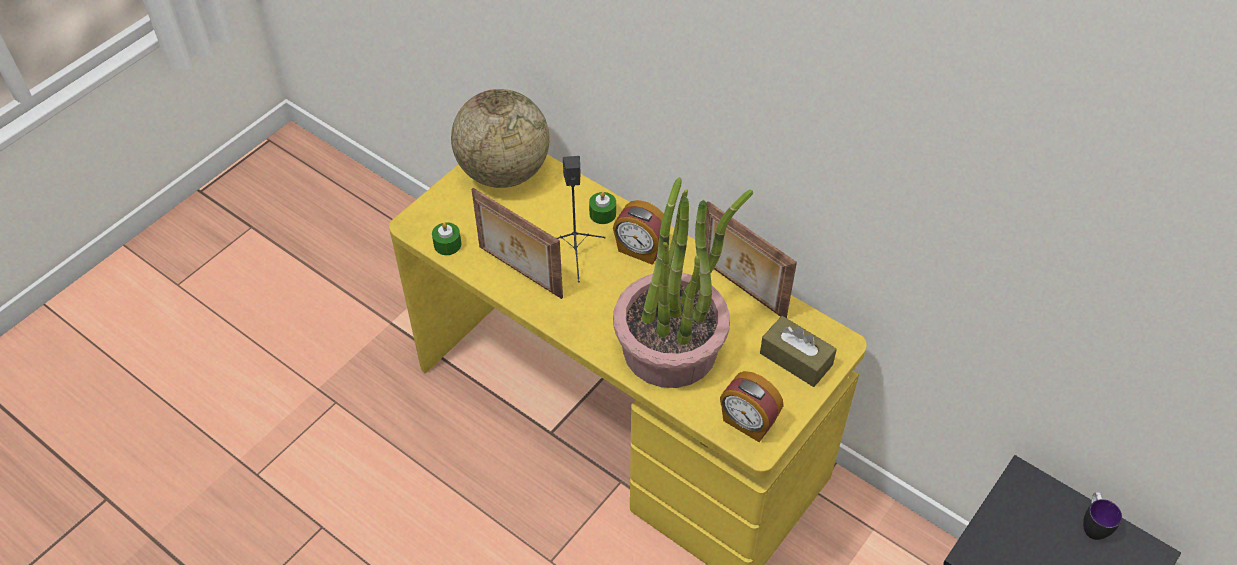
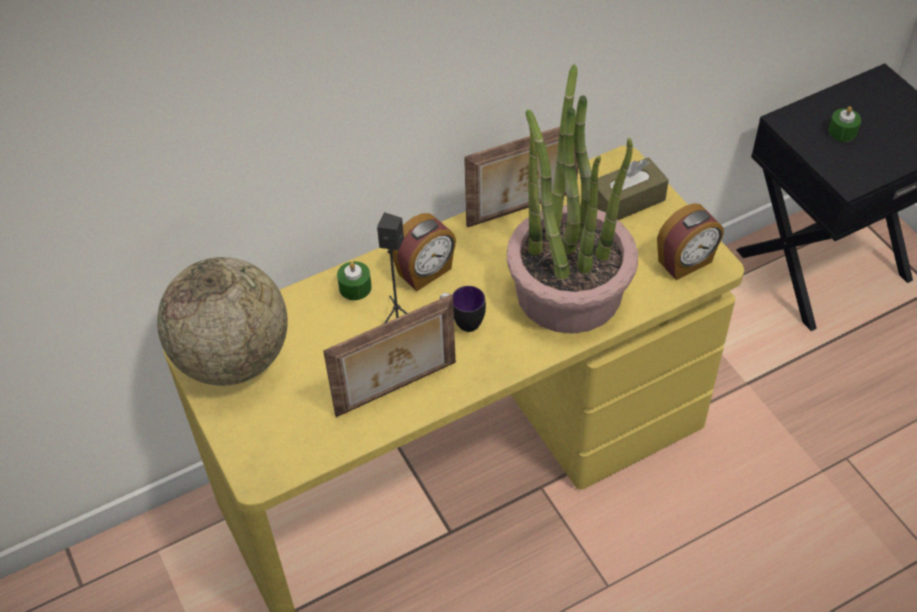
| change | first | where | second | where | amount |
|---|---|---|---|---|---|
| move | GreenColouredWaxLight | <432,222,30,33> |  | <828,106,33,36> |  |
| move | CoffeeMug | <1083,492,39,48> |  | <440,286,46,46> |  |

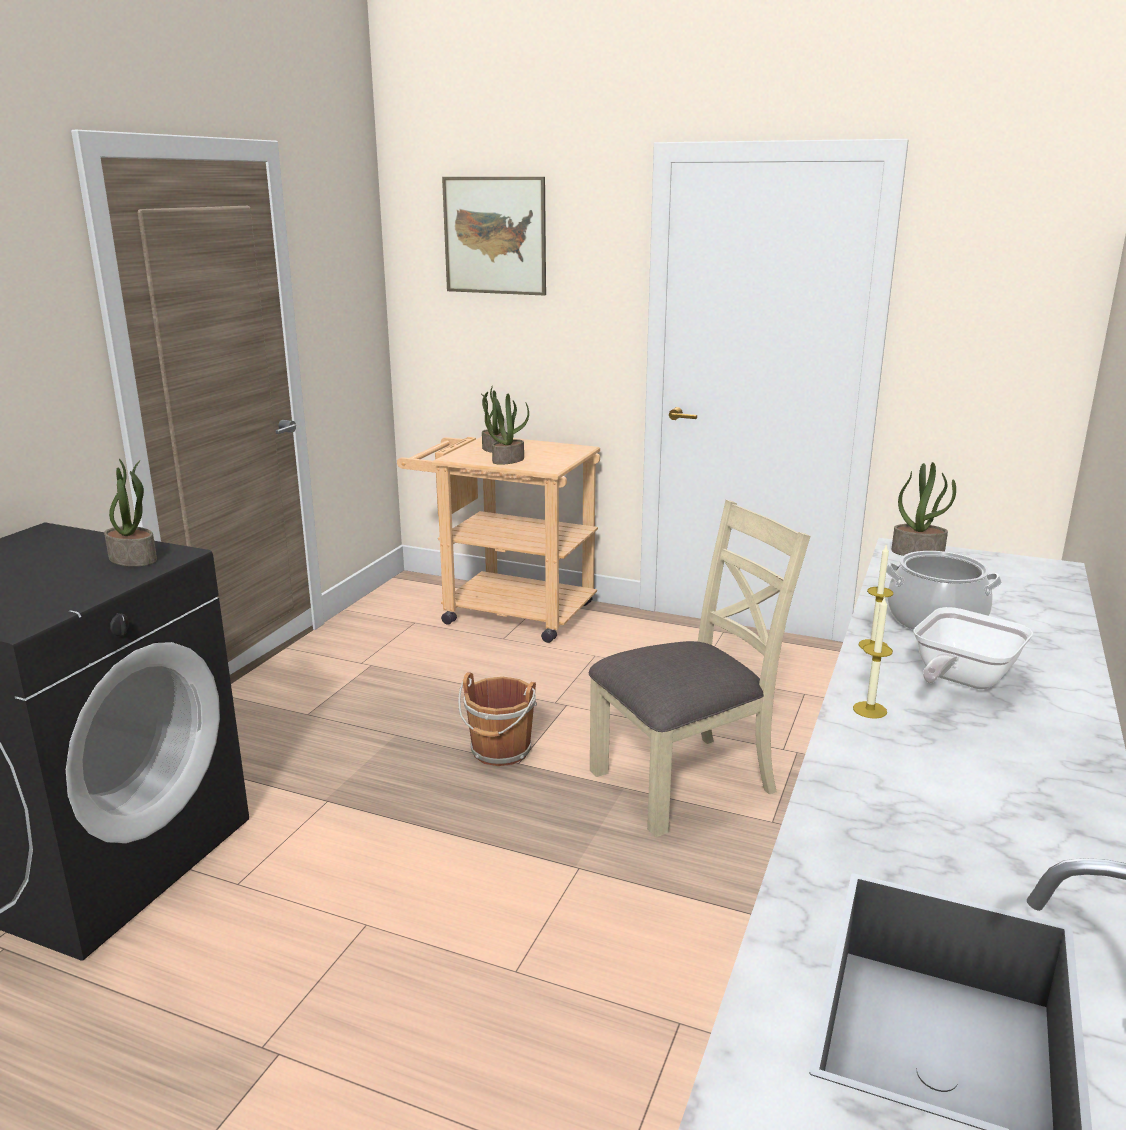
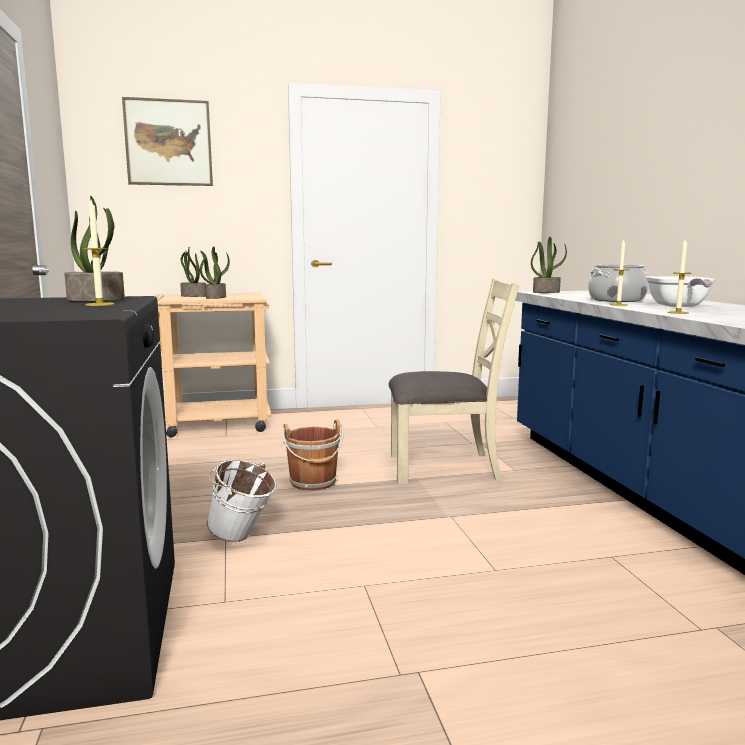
| change | first | where | second | where | amount |
|---|---|---|---|---|---|
| insert |  |  | WaxLight | <82,201,33,105> |  |
| insert |  |  | WhiteColouredWaterBucket | <206,460,71,82> |  |
| rotate | SandColouredUprightChair | <589,500,222,337> |  | <388,279,131,205> | 60 degrees clockwise |

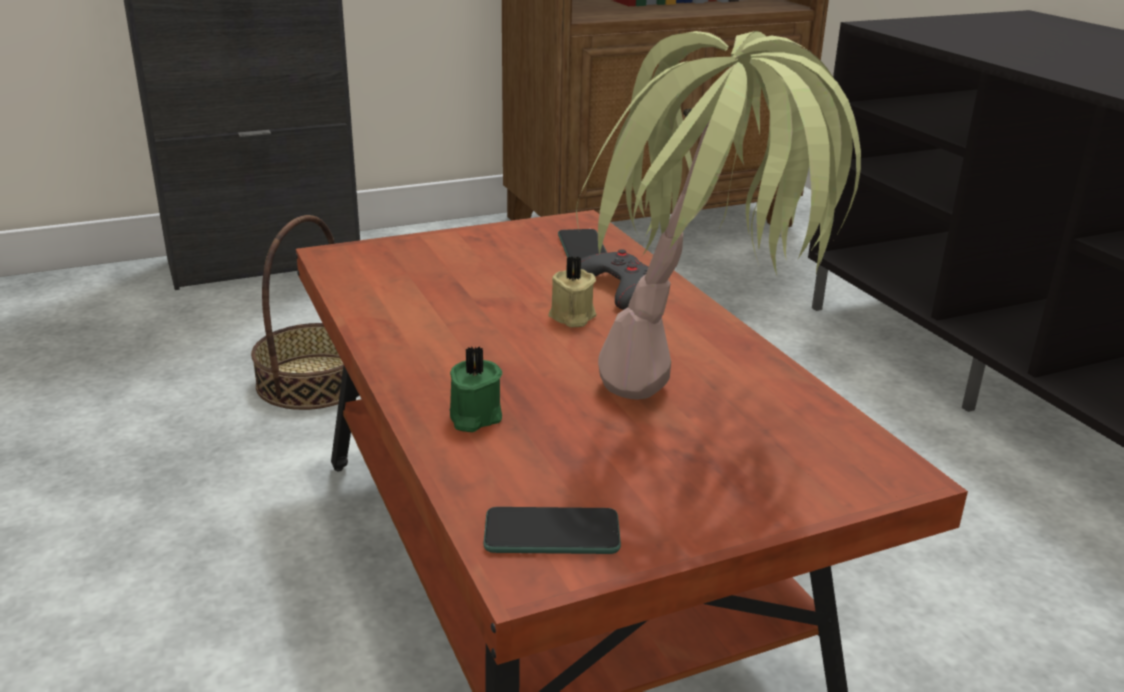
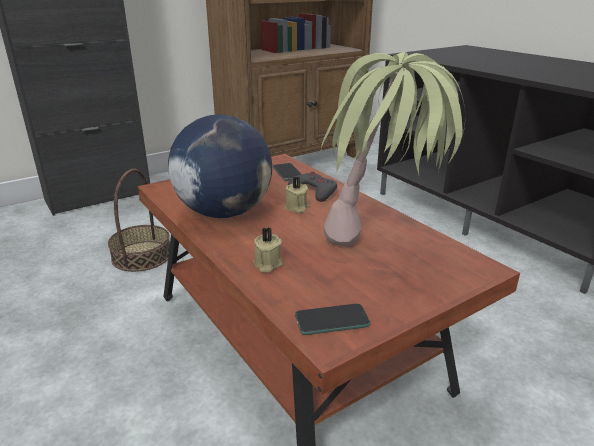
| change | first | where | second | where | amount |
|---|---|---|---|---|---|
| insert |  |  | DeskGlobe | <168,114,104,104> |  |
| recolor | GreenColouredWaxLight | <450,346,52,86> | SandColouredWaxLight | <253,227,30,46> |  |

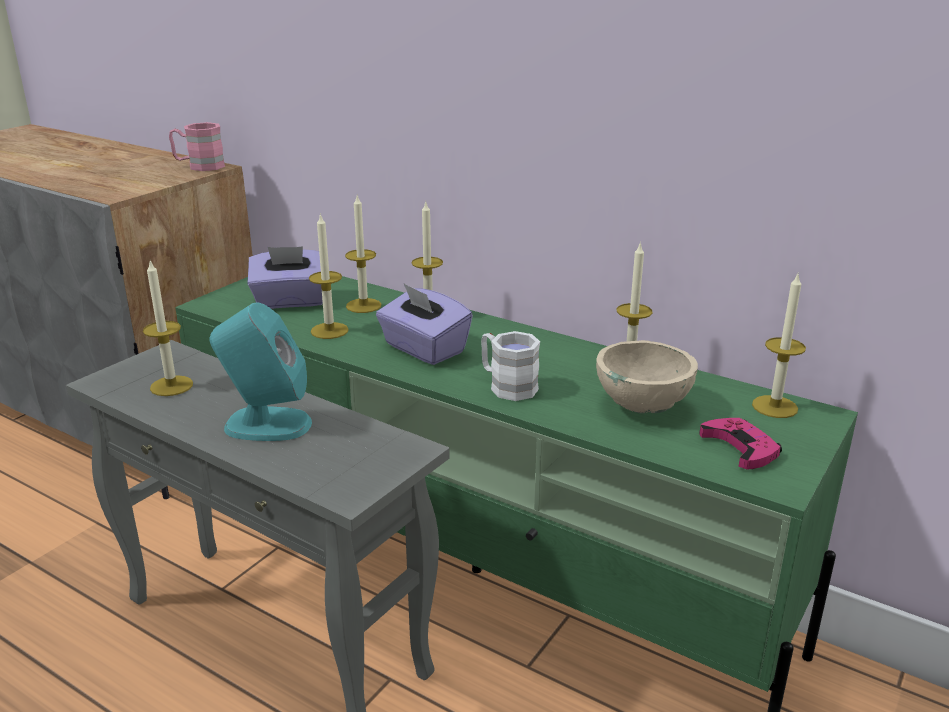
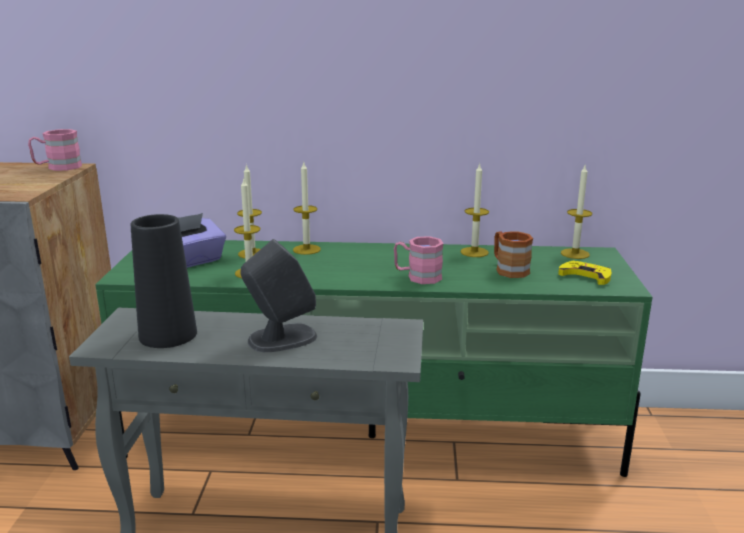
| change | first | where | second | where | amount |
|---|---|---|---|---|---|
| delete | PurpleColouredTissueBox | <376,284,97,81> |  |  |  |
| replace | WaxLight | <143,261,50,135> | BlackishDecorativeVase | <131,214,66,134> |  |
| replace | SandColouredDeepDish | <596,340,102,74> | BrownCoffeeMug | <494,231,39,47> |  |
| recolor | TurquoiseAudioSpeaker | <210,302,102,139> | GreyAudioSpeaker | <240,239,77,113> |  |
| recolor | WhiteColouredCoffeeMug | <481,331,59,70> | PinkColouredCoffeeMug | <394,236,50,48> |  |
| recolor | PinkColouredJoypad | <699,418,83,51> | YellowishJoypad | <558,261,54,24> |  |

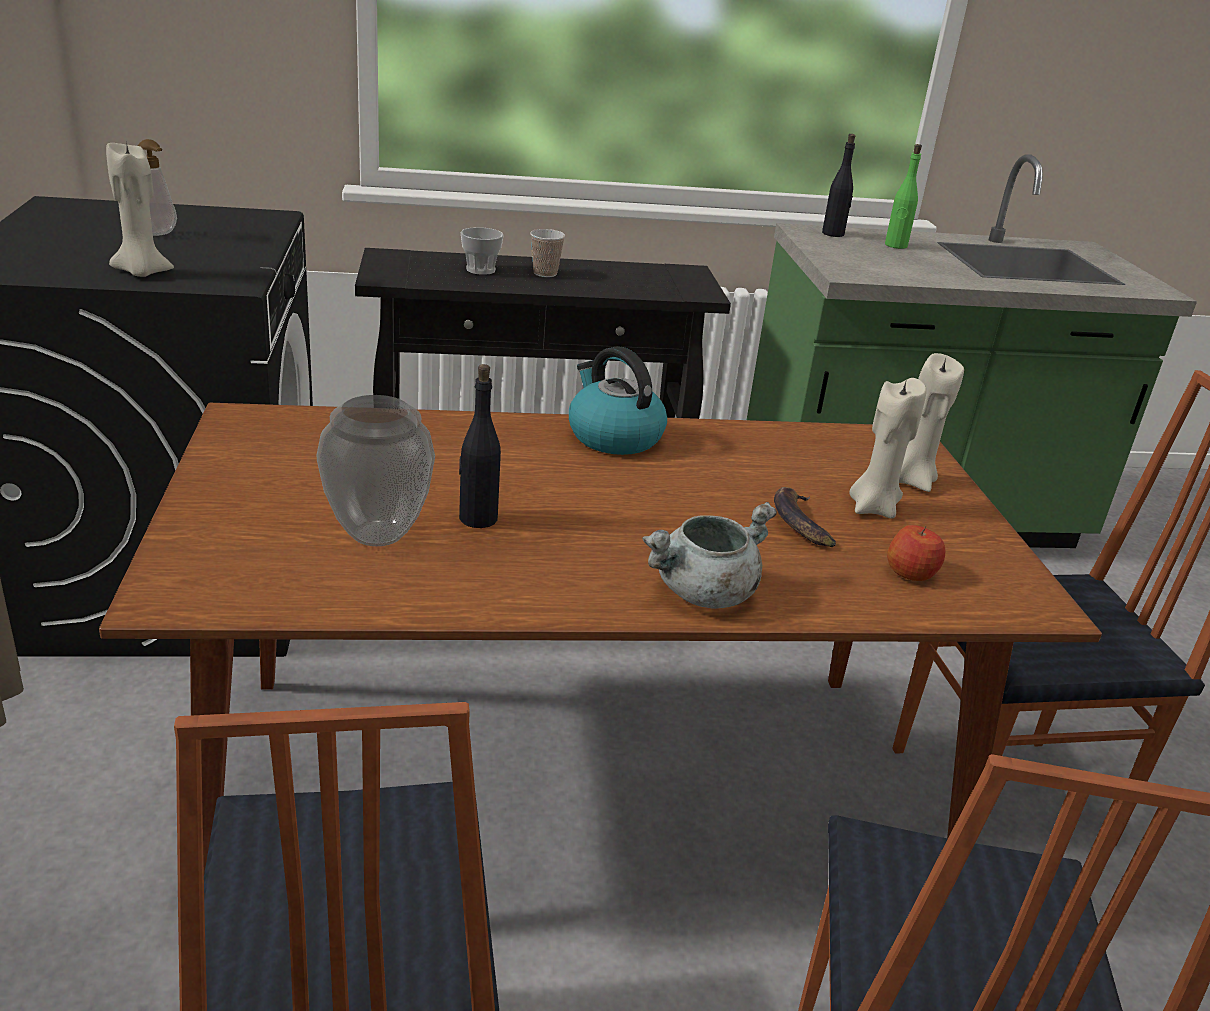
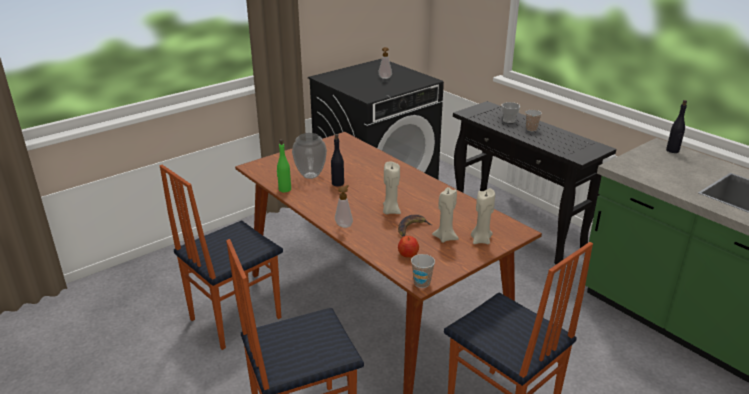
| change | first | where | second | where | amount |
|---|---|---|---|---|---|
| delete | WaterKettle | <569,346,98,109> |  |  |  |
| insert |  |  | SmallCup | <411,254,24,34> |  |
| move | SandColouredWaxLight | <106,140,68,137> |  | <383,162,18,52> |  |
| move | GreenColouredBeverageBottle | <885,144,37,105> |  | <277,139,14,53> |  |
| replace | GreyStockpot | <642,502,135,107> | SoapDispenser | <335,185,18,43> |  |

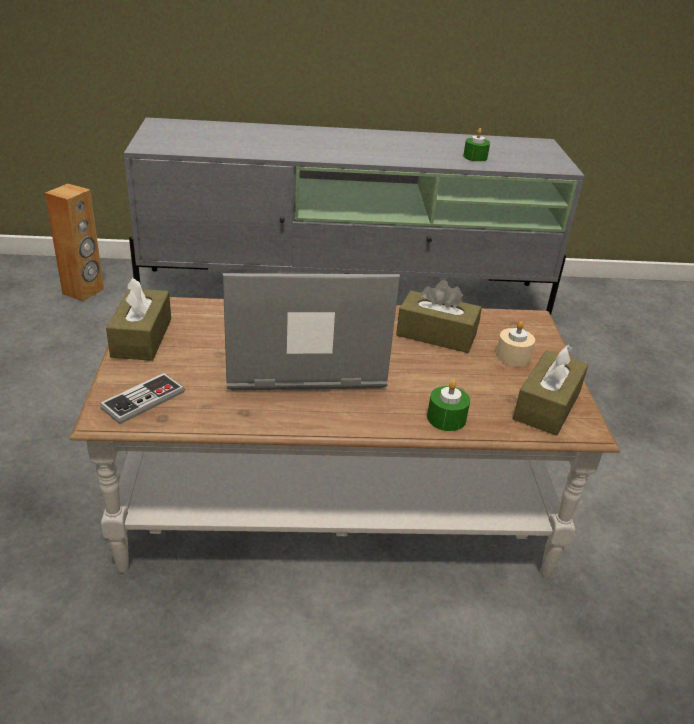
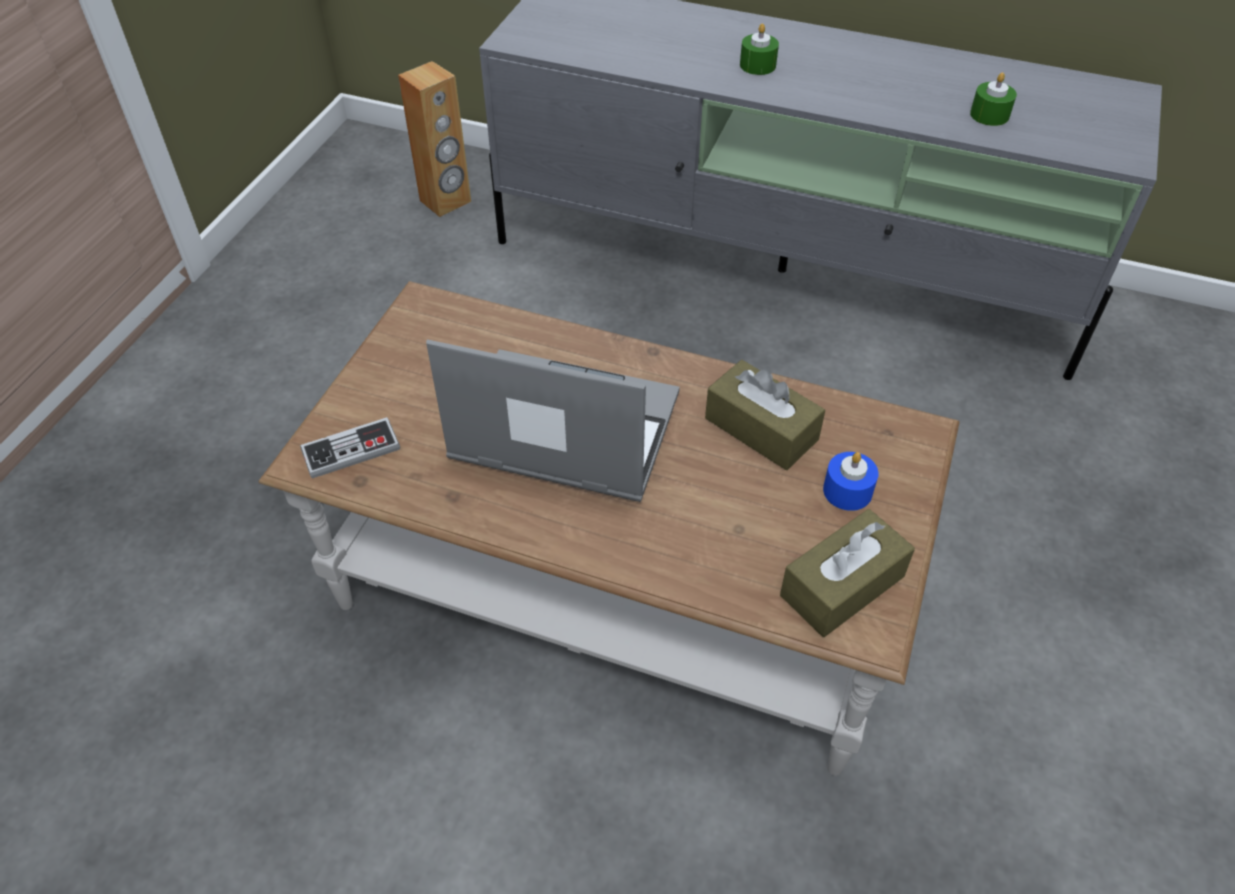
| change | first | where | second | where | amount |
|---|---|---|---|---|---|
| delete | BrownTissueBox | <106,277,65,84> |  |  |  |
| move | GreenColouredWaxLight | <427,380,43,51> |  | <740,23,39,52> |  |
| recolor | SandColouredWaxLight | <496,321,39,45> | BluishWaxLight | <823,452,55,59> |  |

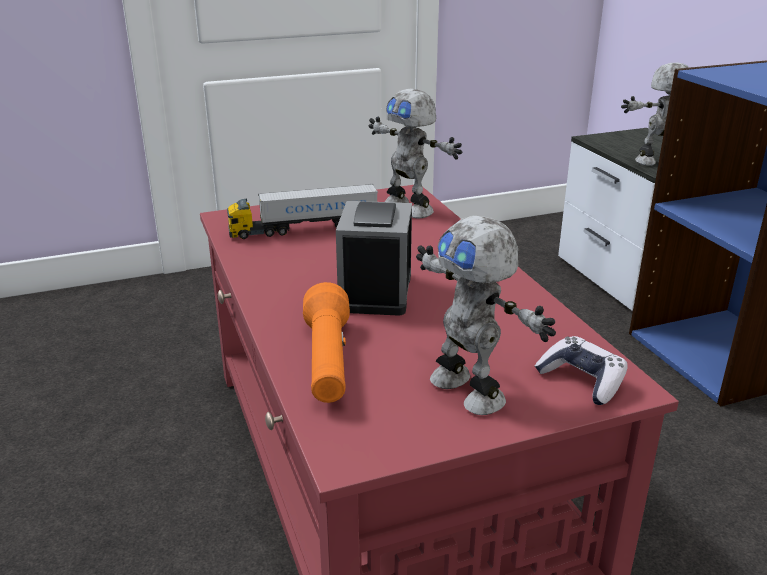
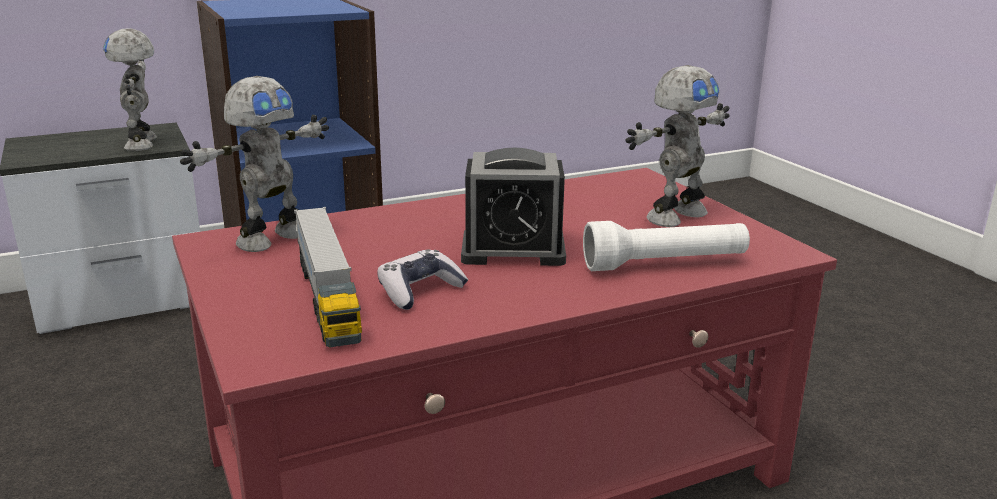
| change | first | where | second | where | amount |
|---|---|---|---|---|---|
| move | Joypad | <535,336,93,69> |  | <377,249,91,61> |  |
| recolor | OrangeColouredTorch | <303,282,47,121> | WhiteColouredTorch | <583,221,167,50> |  |

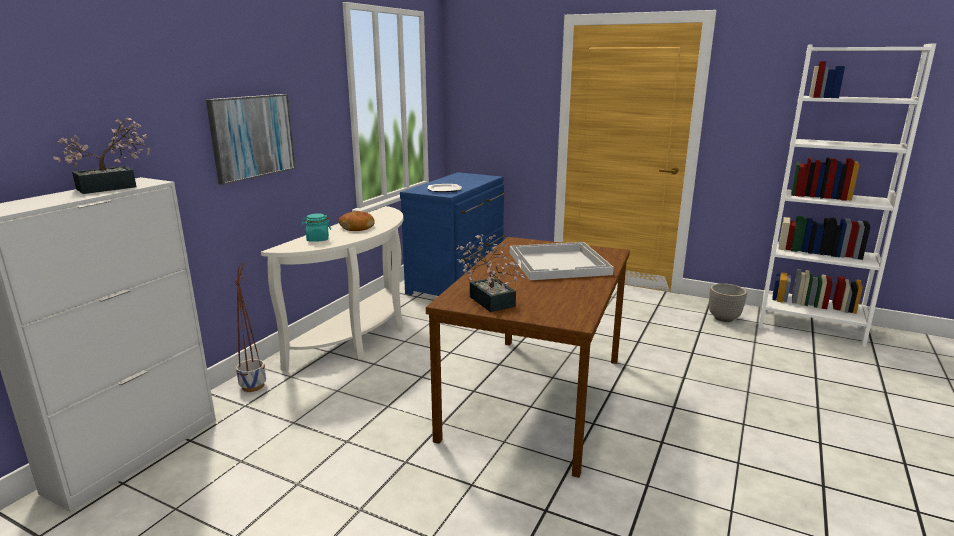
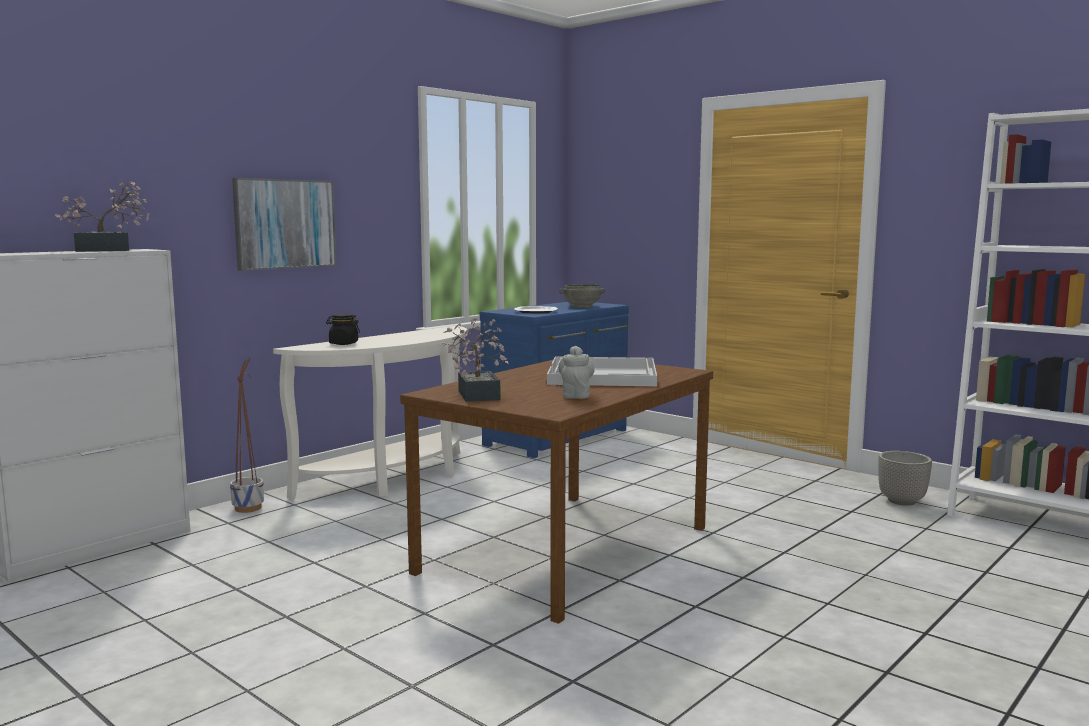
| change | first | where | second | where | amount |
|---|---|---|---|---|---|
| delete | Bread | <339,211,36,20> |  |  |  |
| insert |  |  | GreyDeepDish | <559,284,46,24> |  |
| insert |  |  | GreyTeaPot | <559,346,36,53> |  |
| recolor | TurquoiseStorageJar | <302,214,29,28> | BlackishStorageJar | <326,314,34,31> |  |

